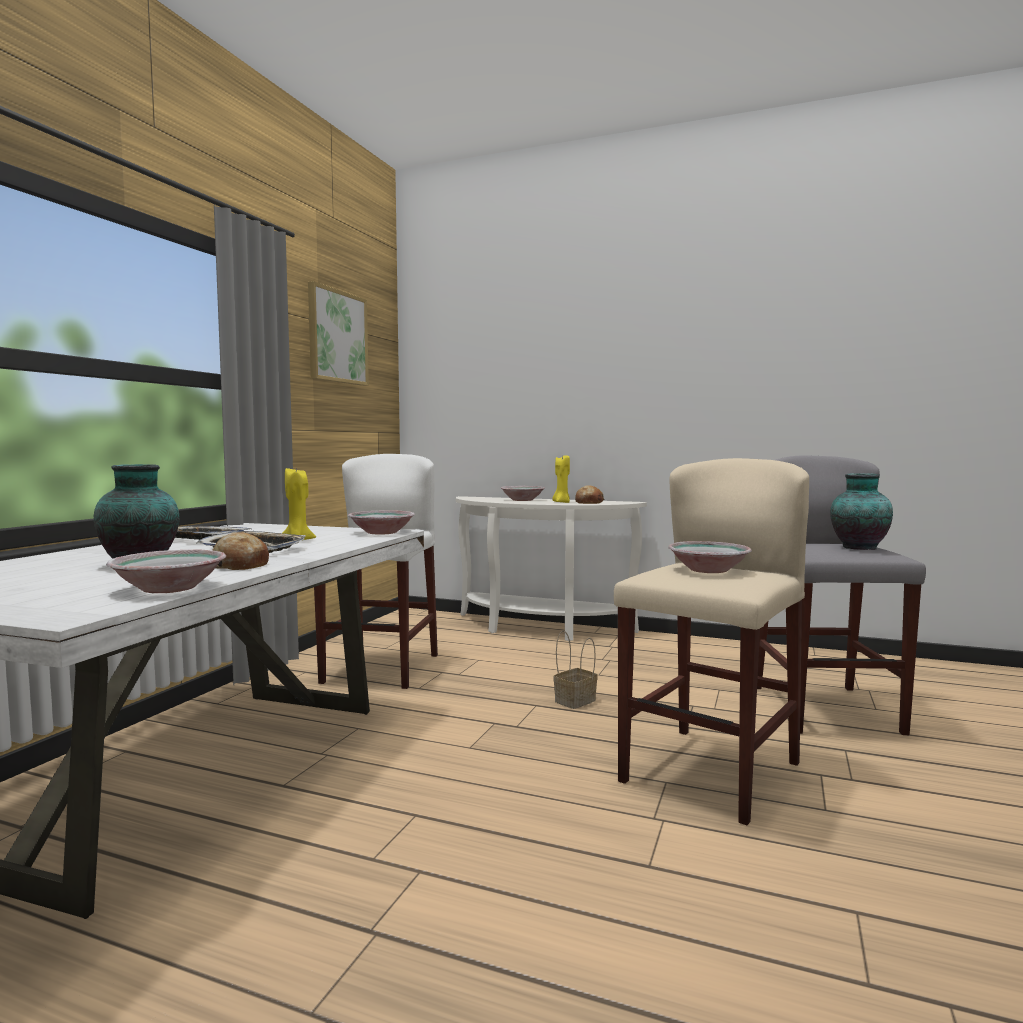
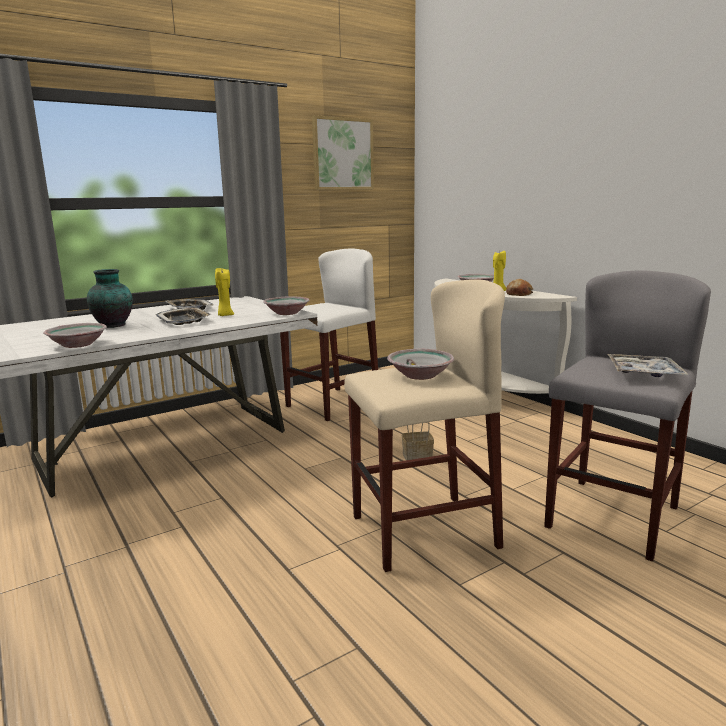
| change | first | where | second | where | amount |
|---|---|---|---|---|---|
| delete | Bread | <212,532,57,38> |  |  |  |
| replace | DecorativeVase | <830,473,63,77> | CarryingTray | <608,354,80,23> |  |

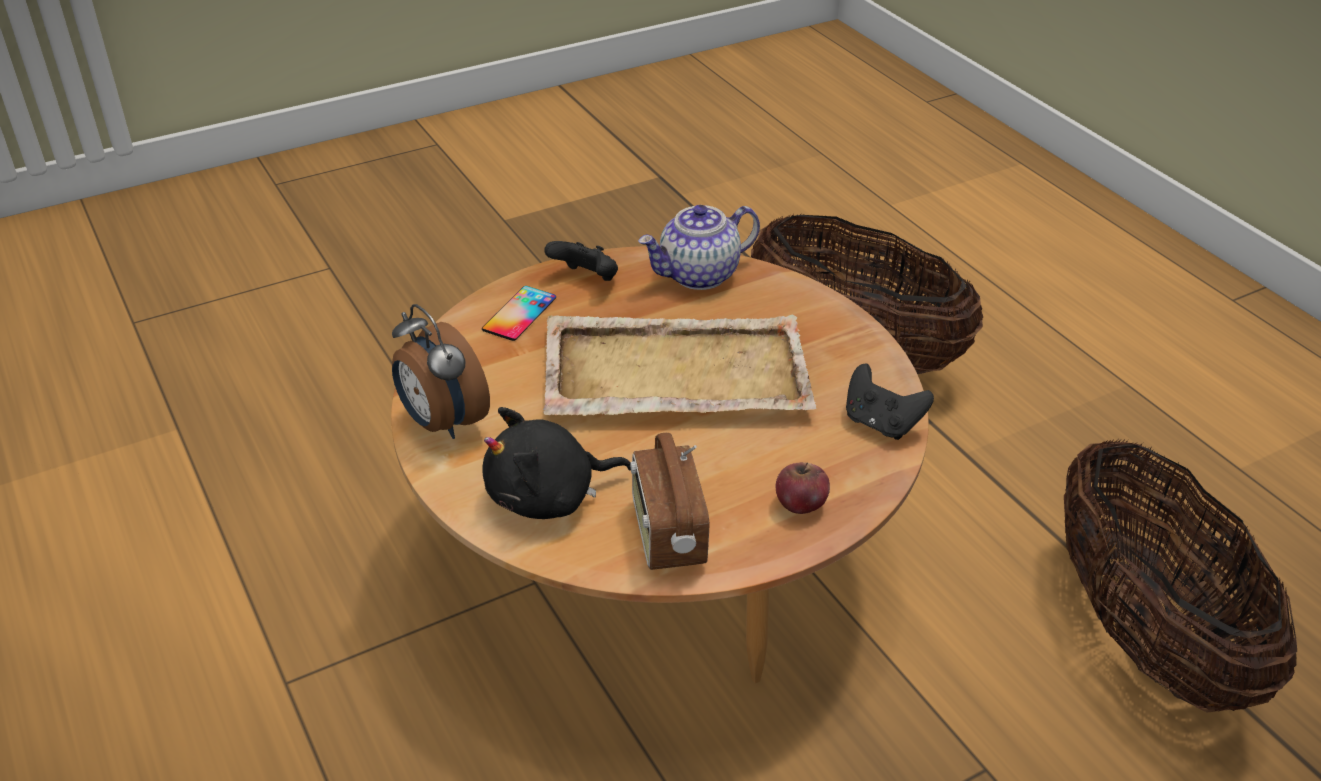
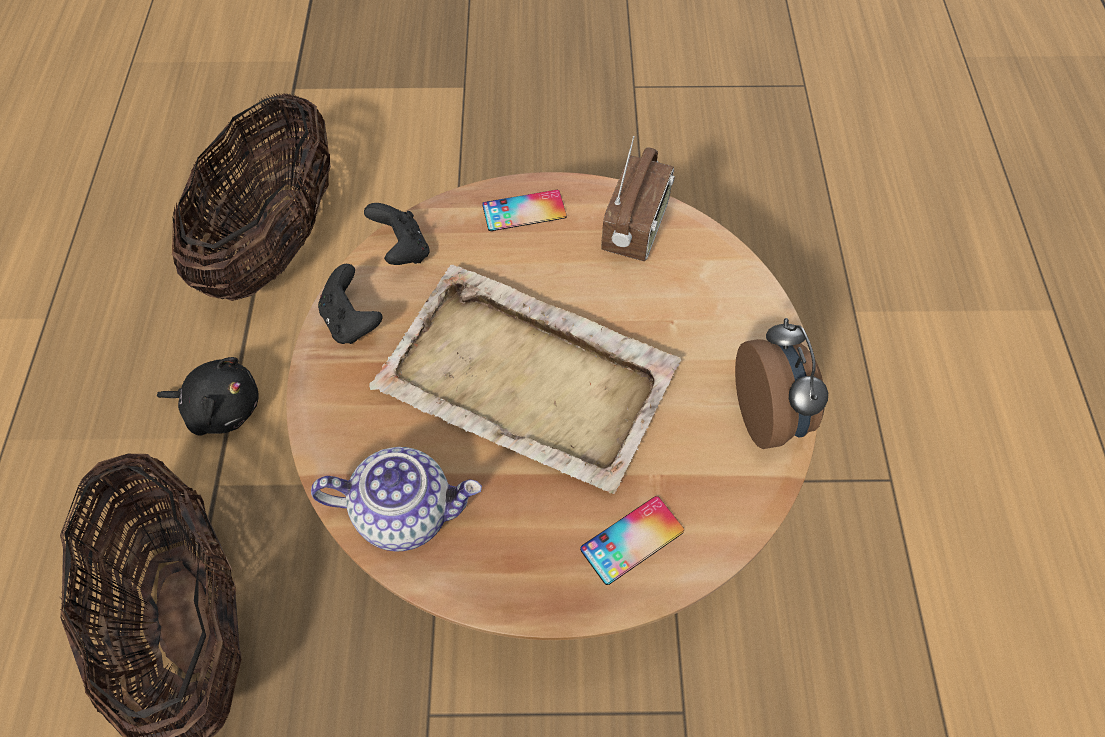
| change | first | where | second | where | amount |
|---|---|---|---|---|---|
| move | BlackishPlushToy | <482,407,149,112> |  | <157,357,102,79> |  |
| move | BlackishJoypad | <544,241,74,40> |  | <318,264,65,80> |  |
| replace | AppleFruit | <776,462,54,52> | Phone | <482,190,84,41> |  |

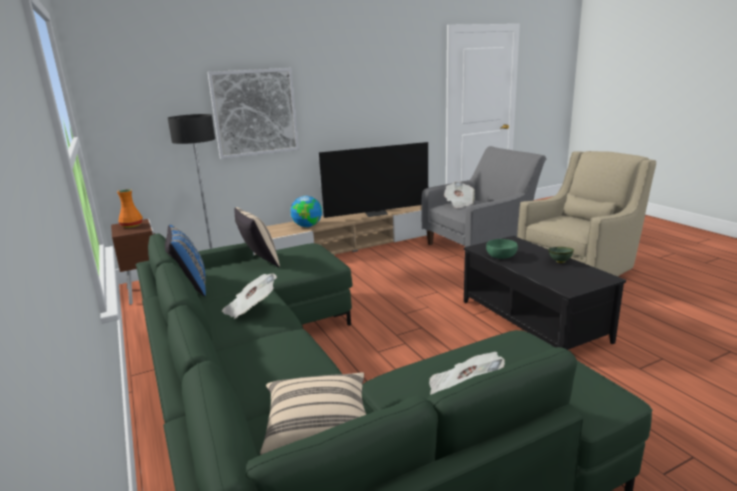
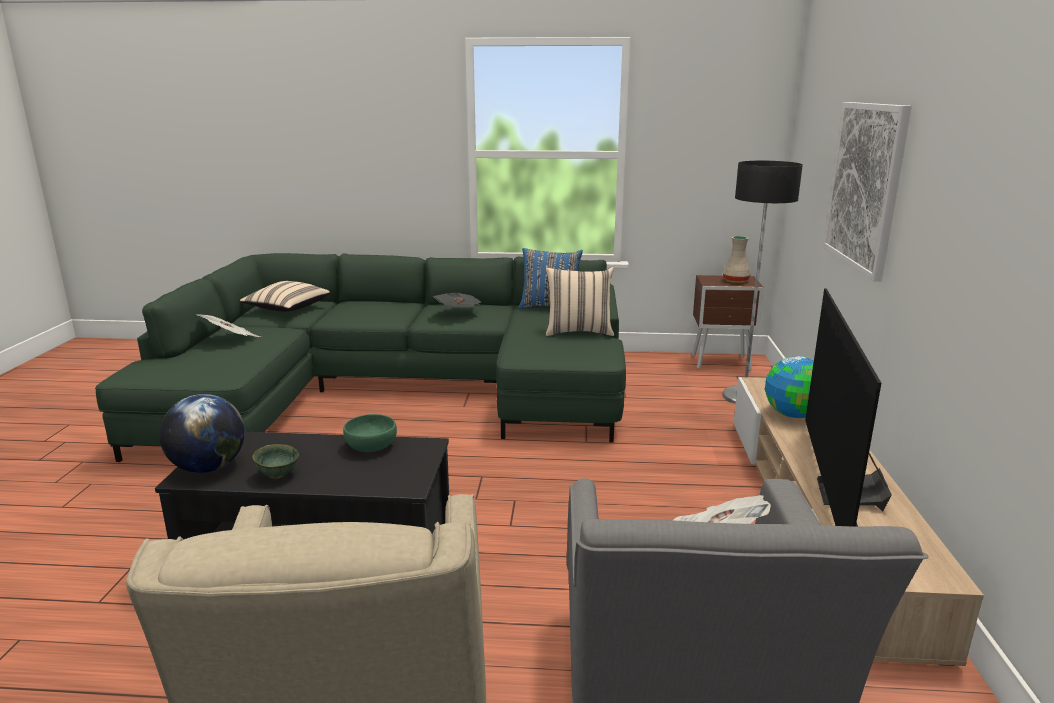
| change | first | where | second | where | amount |
|---|---|---|---|---|---|
| insert |  |  | DeskGlobe | <159,394,86,79> |  |
| recolor | OrangeColouredDecorativeVase | <117,189,26,39> | SandColouredDecorativeVase | <723,236,28,47> |  |

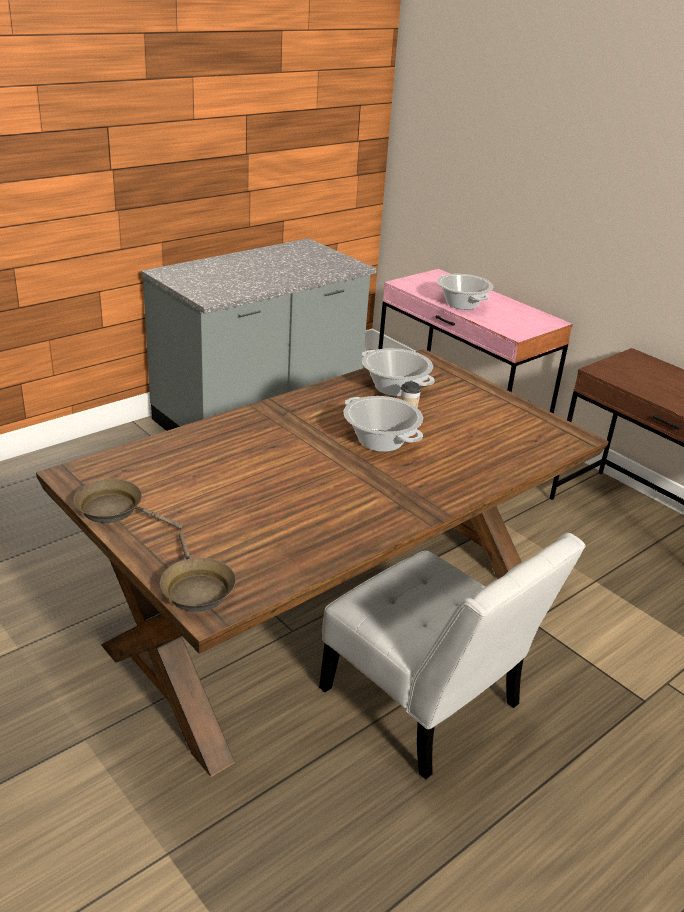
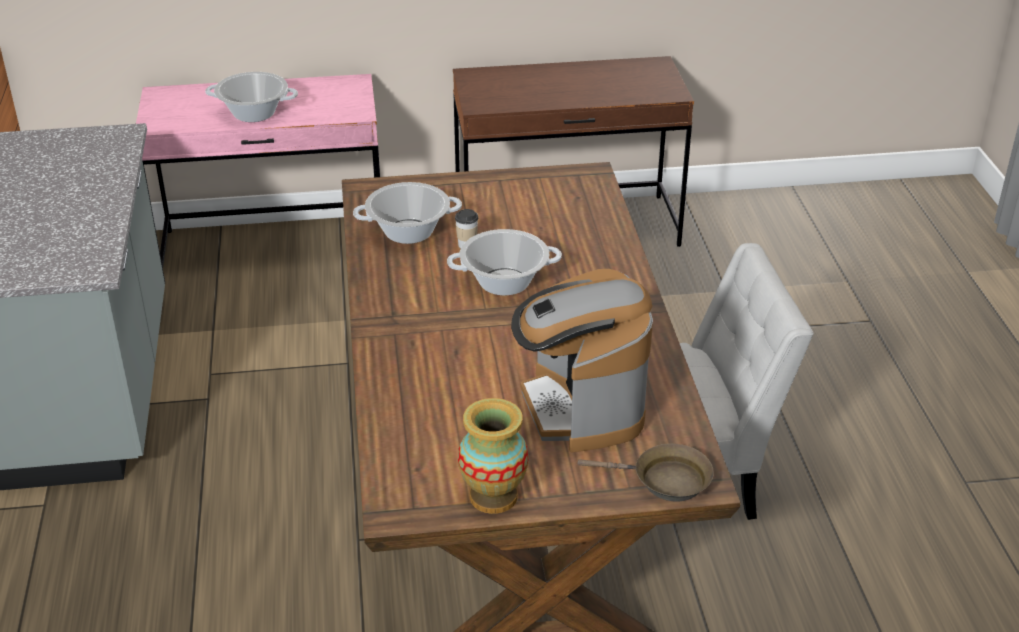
| change | first | where | second | where | amount |
|---|---|---|---|---|---|
| insert |  |  | CoffeeMachine | <511,269,142,183> |  |
| replace | BrownFryingPan | <73,479,111,50> | DecorativeVase | <458,398,71,116> |  |

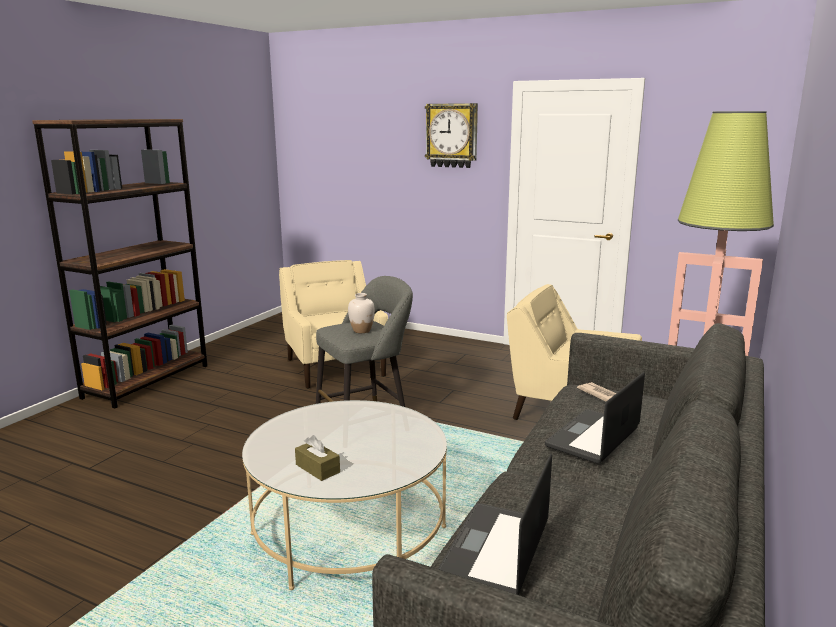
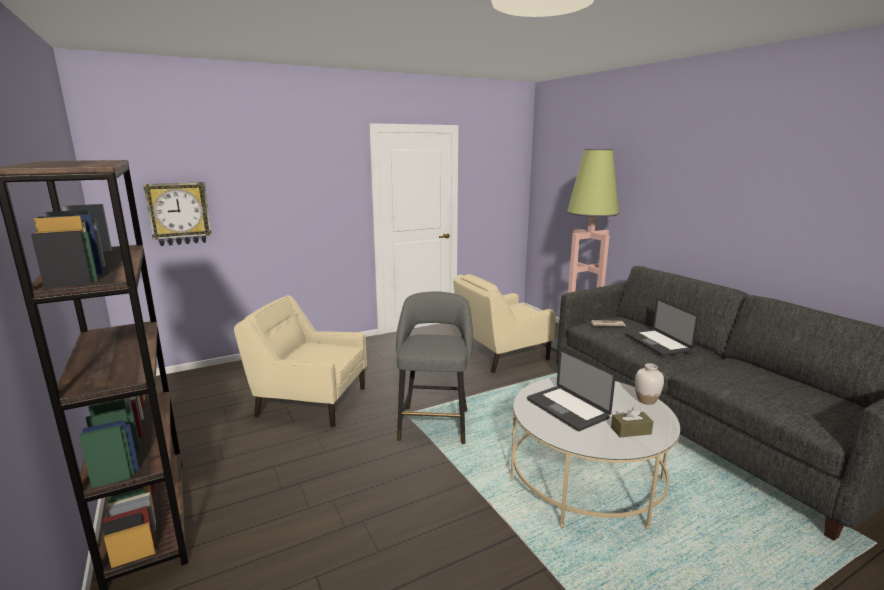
| change | first | where | second | where | amount |
|---|---|---|---|---|---|
| move | WhiteColouredDecorativeVase | <348,293,27,40> |  | <635,363,29,42> |  |
| move | HangingClock | <425,103,53,65> |  | <143,182,69,64> |  |
| move | PortableComputer | <438,453,114,142> |  | <527,349,89,82> |  |

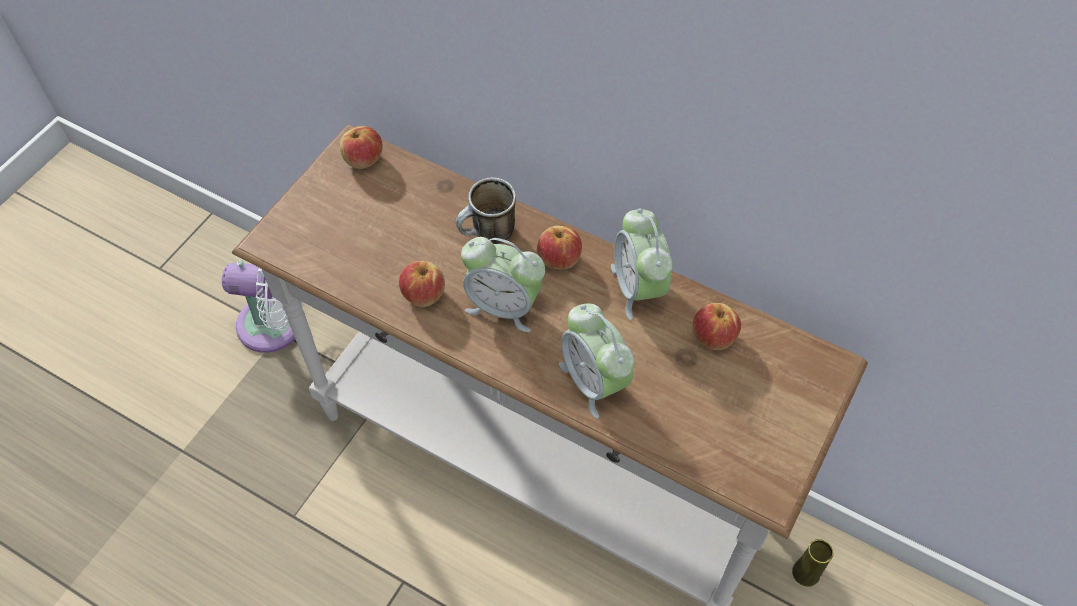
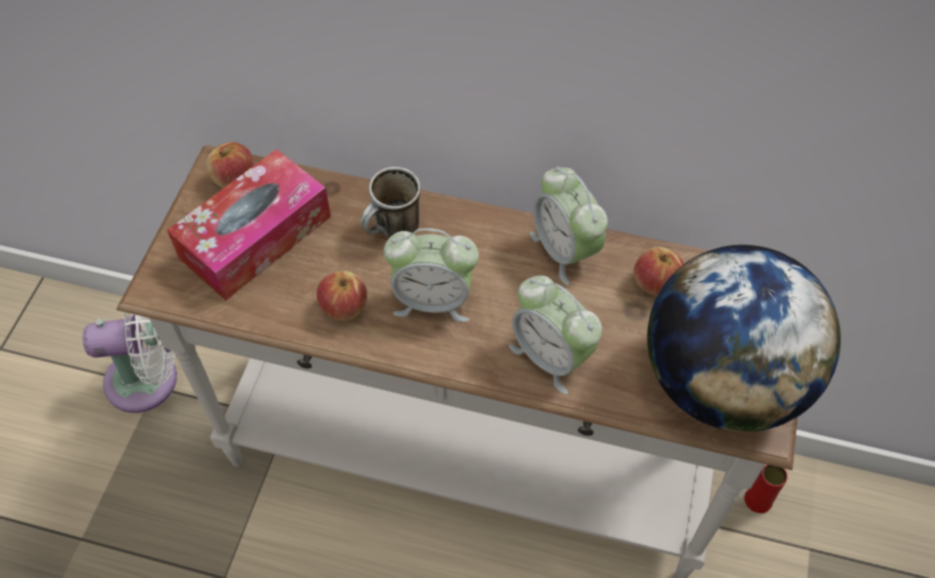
| change | first | where | second | where | amount |
|---|---|---|---|---|---|
| delete | AppleFruit | <537,226,45,43> |  |  |  |
| insert |  |  | TissueBox | <167,149,164,151> |  |
| insert |  |  | DeskGlobe | <647,245,194,187> |  |
| recolor | YellowishDecorativeVase | <792,539,41,47> | ReddishDecorativeVase | <744,465,44,48> |  |

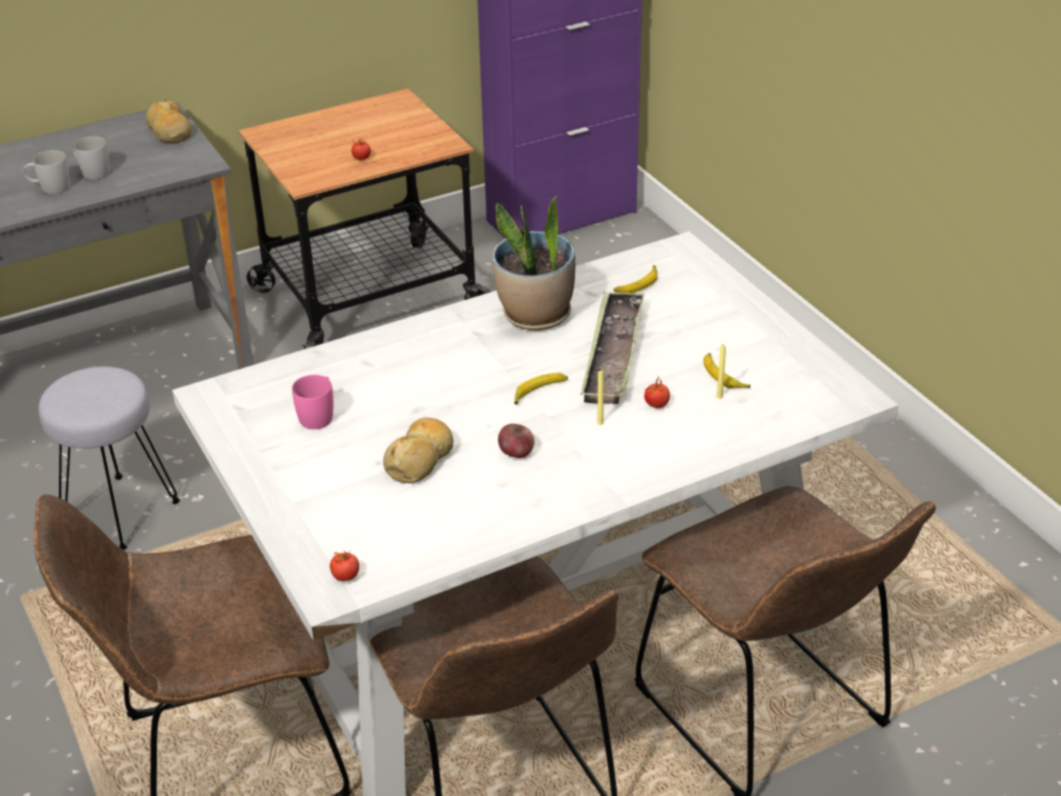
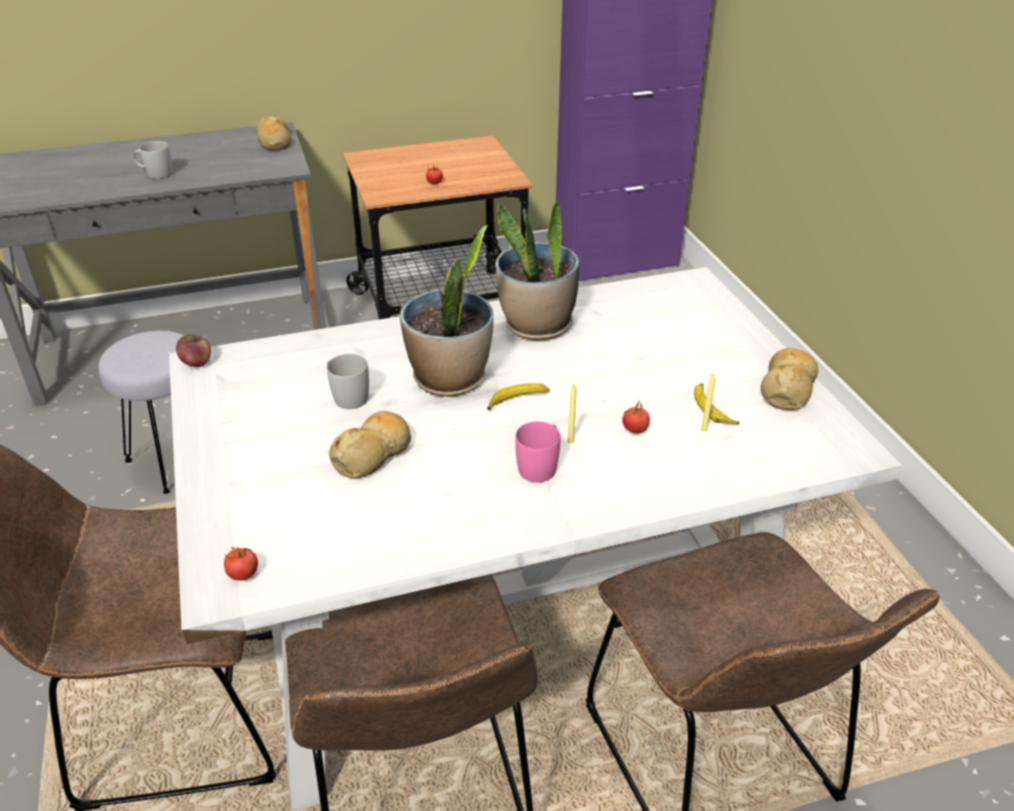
| change | first | where | second | where | amount |
|---|---|---|---|---|---|
| delete | CarryingTray | <580,291,64,113> |  |  |  |
| delete | WholeBanana | <614,265,43,28> |  |  |  |
| insert |  |  | PlantInAPot | <400,225,94,172> |  |
| insert |  |  | Bread | <761,348,57,62> |  |
| move | WhiteColouredCoffeeMug | <73,136,36,44> |  | <327,354,42,55> |  |
| move | PinkColouredCoffeeMug | <292,375,41,54> |  | <515,421,45,62> |  |
| move | AppleFruit | <498,424,36,34> |  | <176,335,35,32> |  |

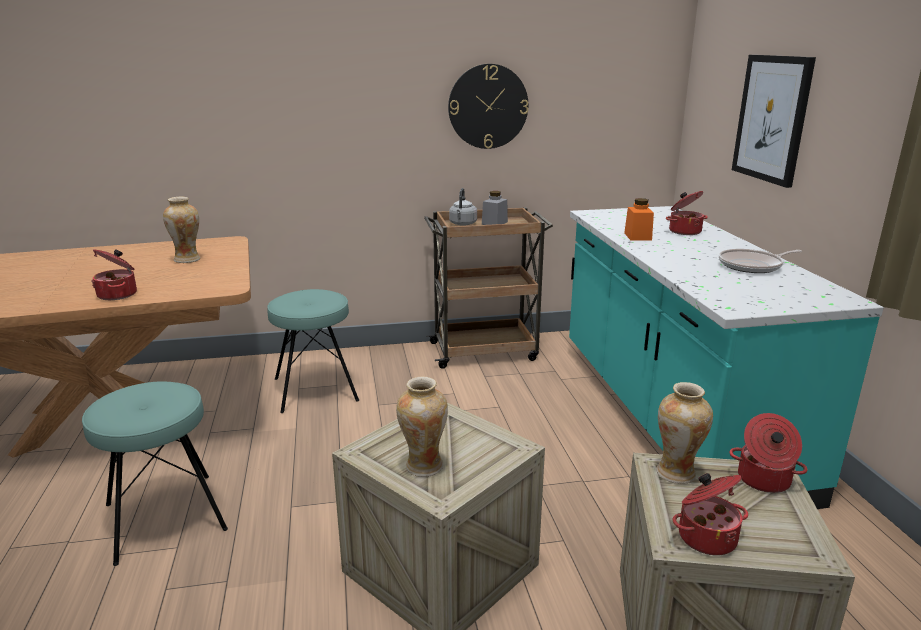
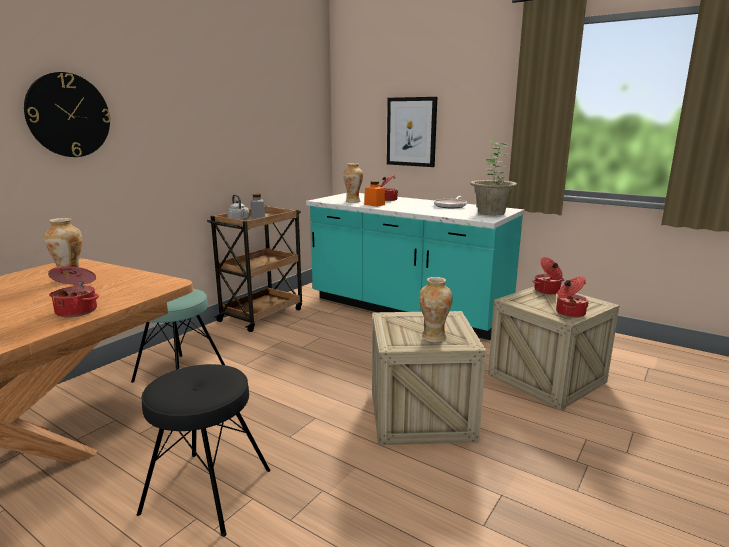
| change | first | where | second | where | amount |
|---|---|---|---|---|---|
| insert |  |  | PlantInAPot | <470,140,47,76> |  |
| move | HangingClock | <448,64,80,85> |  | <24,72,87,85> |  |
| move | DecorativeVase | <656,382,57,102> |  | <343,163,20,40> |  |
| recolor | TurquoiseStool | <82,381,146,185> | BlackishStool | <137,364,134,173> |  |

